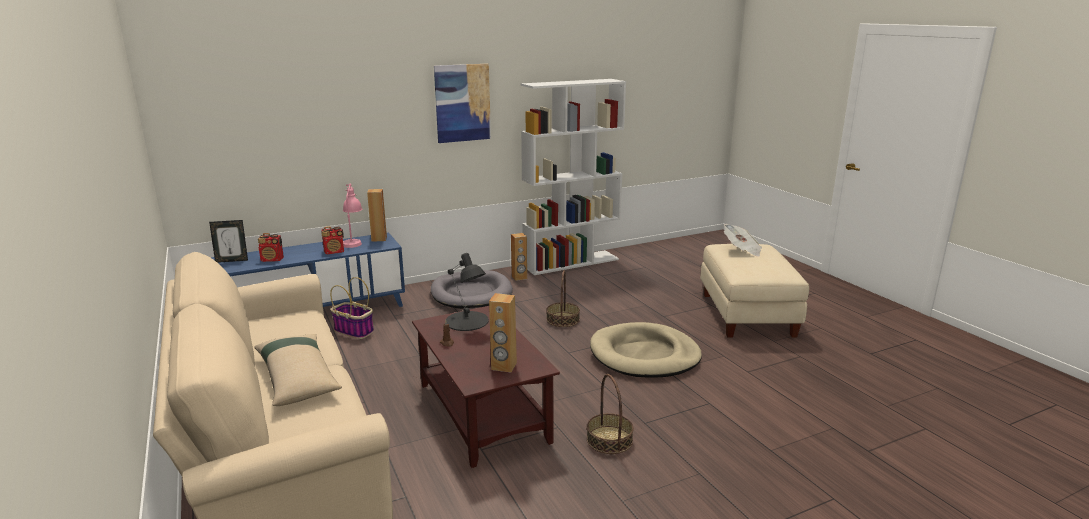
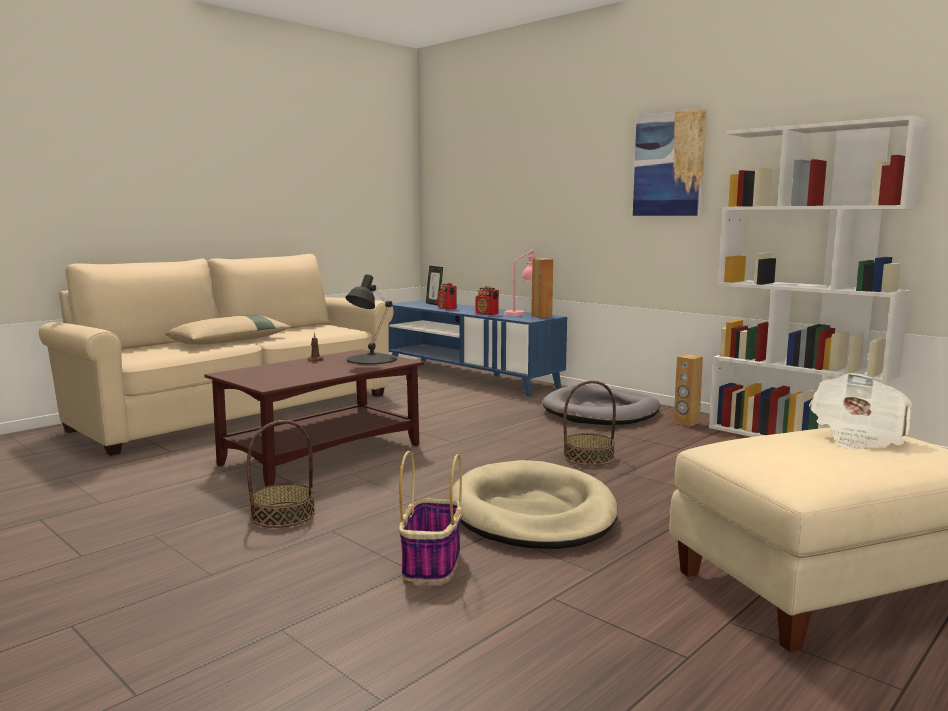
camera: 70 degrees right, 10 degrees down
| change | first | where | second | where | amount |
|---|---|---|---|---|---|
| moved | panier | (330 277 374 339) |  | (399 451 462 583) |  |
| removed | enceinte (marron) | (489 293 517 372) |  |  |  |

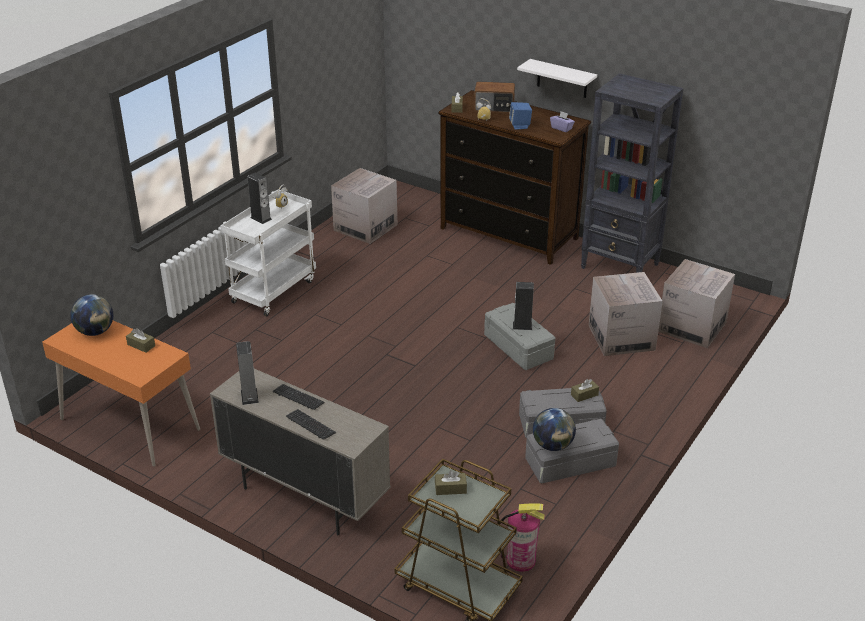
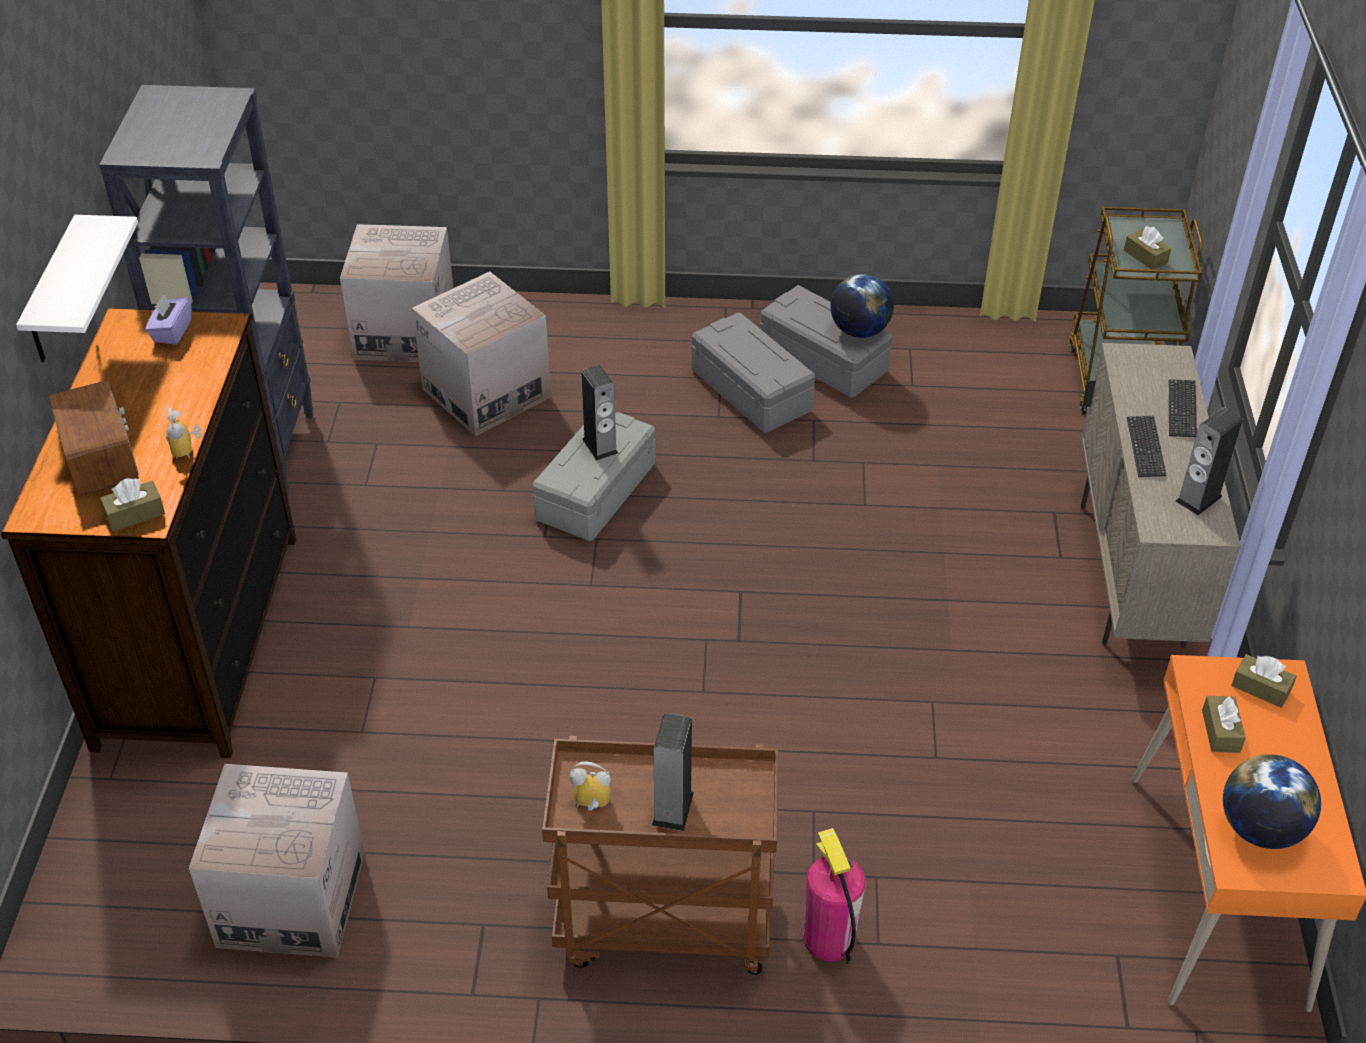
camera: 120 degrees left, 10 degrees up
| change | first | where | second | where | amount |
|---|---|---|---|---|---|
| recoloured | chariot (blanc) | (221 189 316 317) | chariot (marron) | (542 736 779 975) |  |
| moved | extincteur | (500 503 545 572) |  | (803 828 866 964) |  |
| removed | enceinte (bleu) | (509 102 532 130) |  |  |  |
| moved | boîte à mouchoirs (marron) | (571 379 599 402) |  | (1231 654 1296 708) |  |

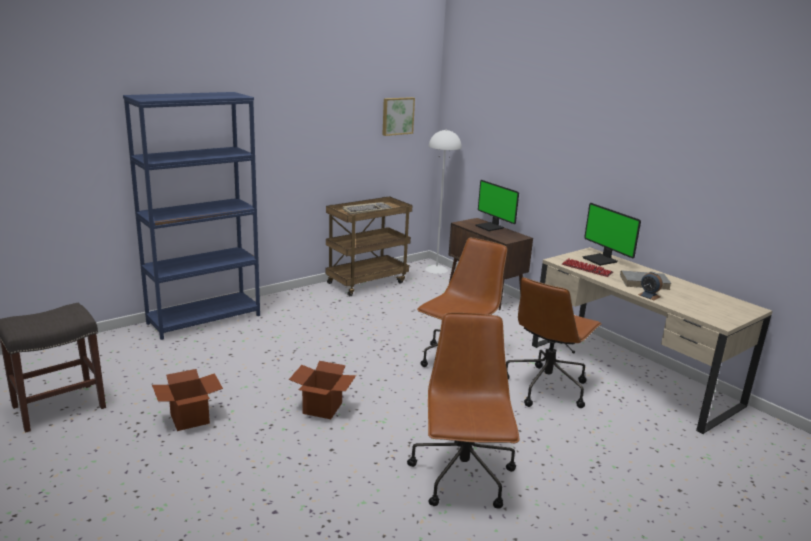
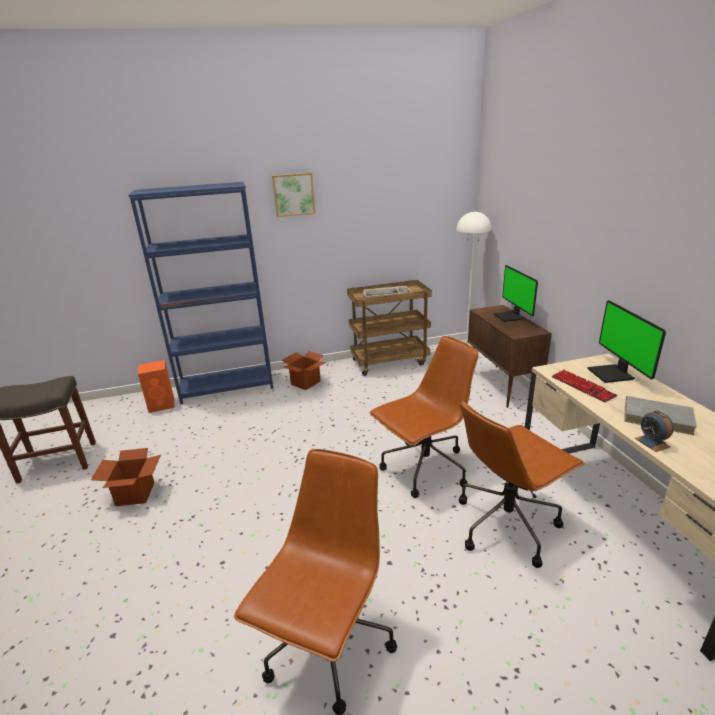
camera: 25 degrees right, 5 degrees up
| change | first | where | second | where | amount |
|---|---|---|---|---|---|
| moved | carton | (289 361 356 419) |  | (282 351 326 390) |  |
| moved | tableau | (382 97 415 136) |  | (272 173 315 217) |  |
| added |  |  | enceinte (orange) | (138 360 175 413) |  |

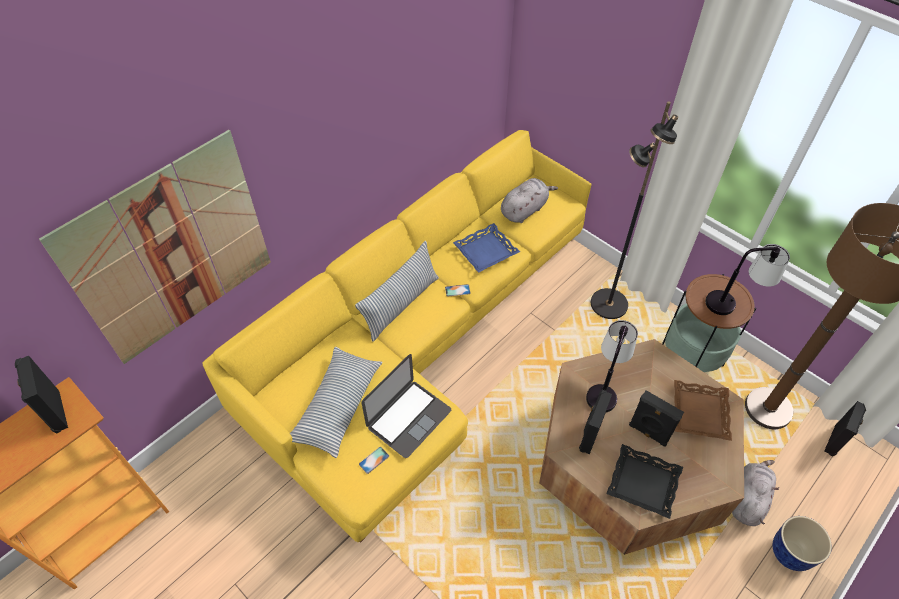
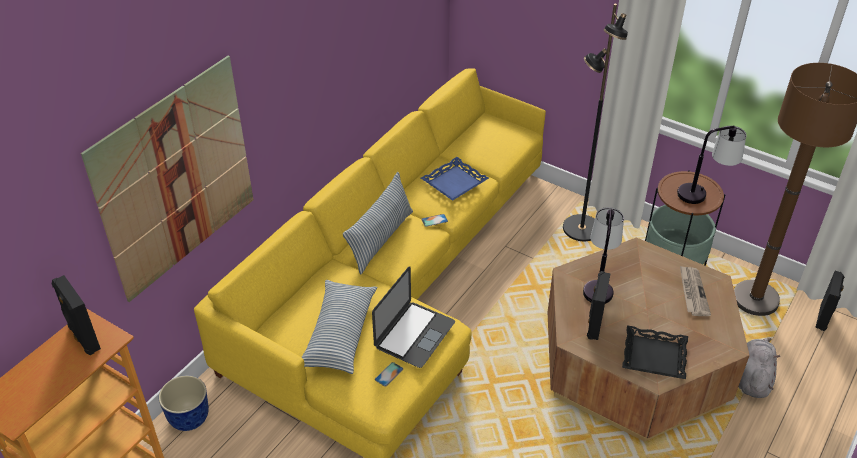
camera: 10 degrees left, 10 degrees down
| change | first | where | second | where | amount |
|---|---|---|---|---|---|
| removed | peluche (gris) | (501 178 558 223) |  |  |  |
| removed | enceinte (noir) | (629 390 684 447) |  |  |  |
| replaced | plateau (marron) | (674 380 732 441) | journal | (680 266 711 316) |  |
| moved | cache-pot | (773 516 832 571) |  | (159 375 209 431) |  |

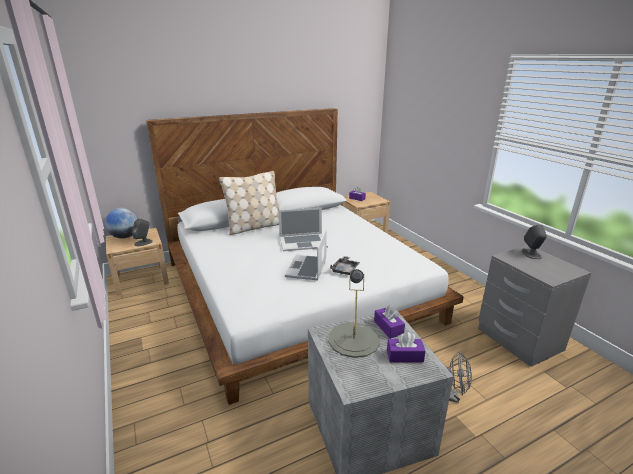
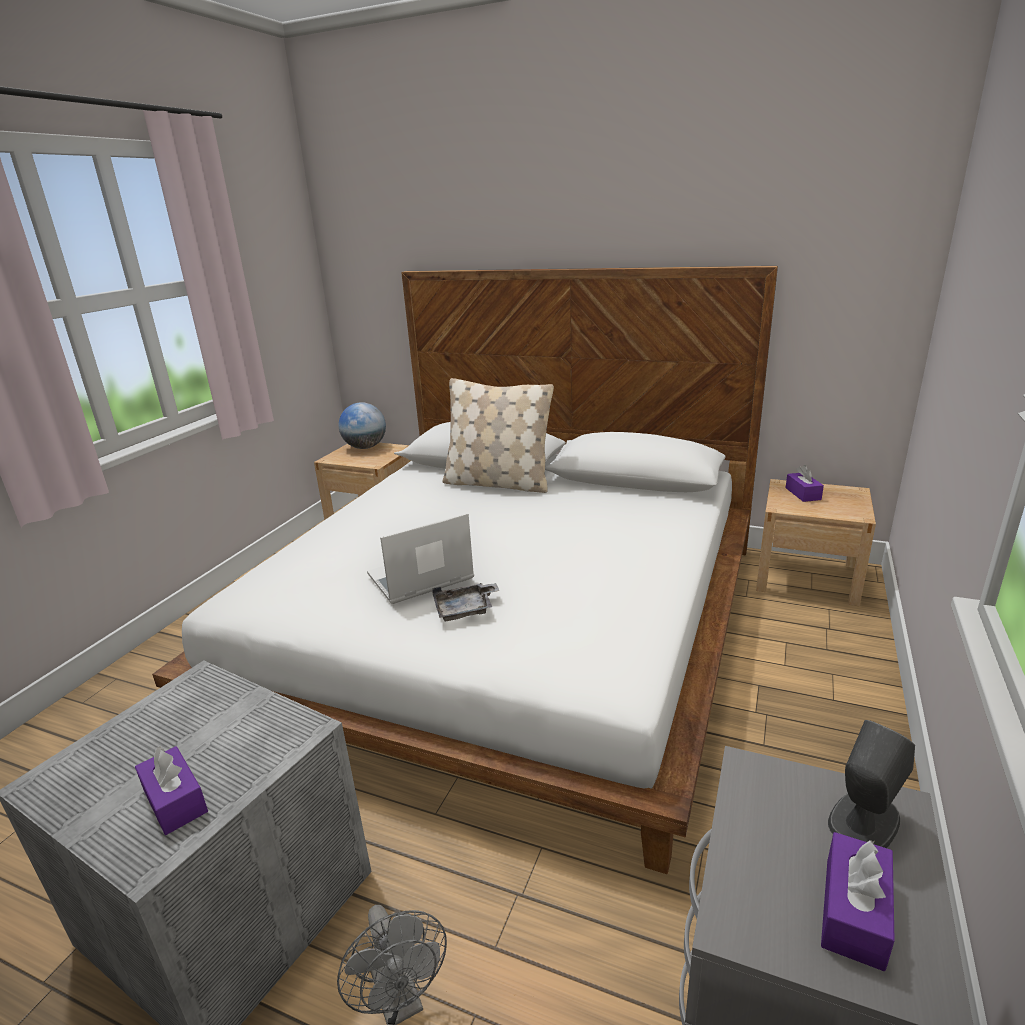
camera: 50 degrees right, 0 degrees up
| change | first | where | second | where | amount |
|---|---|---|---|---|---|
| removed | enceinte (gris) | (132 218 153 246) |  |  |  |
| removed | ordinateur portable | (278 208 328 251) |  |  |  |
| removed | lampe de table (gris) | (328 269 380 358) |  |  |  |
| moved | boîte à mouchoirs (violet) | (374 305 405 339) |  | (821 832 895 971) |  |

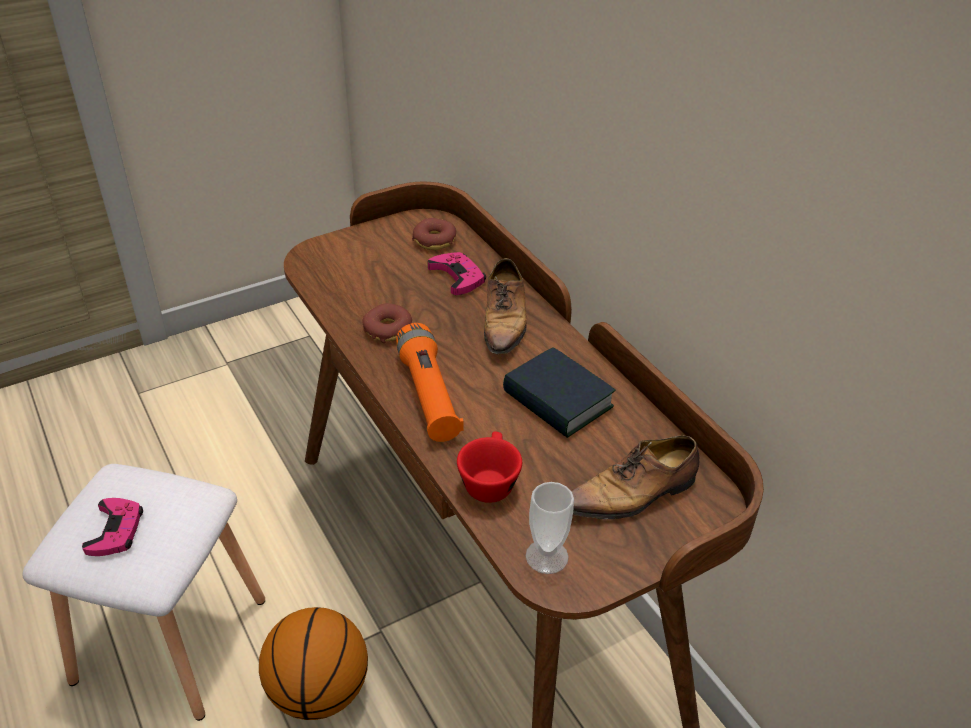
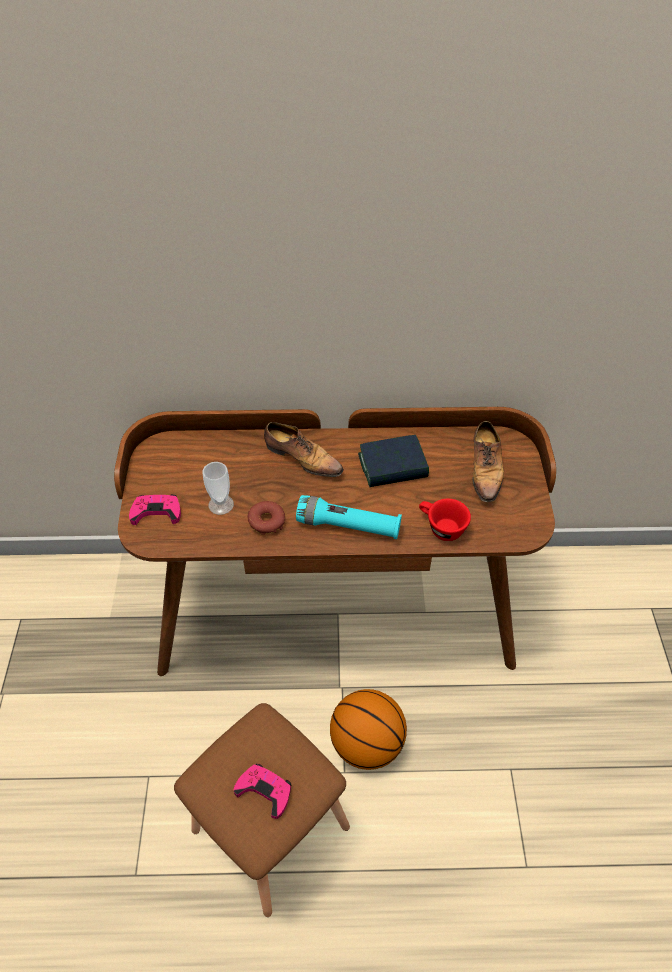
camera: 60 degrees left, 10 degrees up
| change | first | where | second | where | amount |
|---|---|---|---|---|---|
| recoloured | tabouret (blanc) | (22 464 265 721) | tabouret (marron) | (174 703 350 917) |  |
| recoloured | lampe de poche (orange) | (396 323 464 442) | lampe de poche (turquoise) | (296 495 402 539) |  |
| removed | beignet | (412 218 456 250) |  |  |  |
| moved | manette (rose) | (428 252 486 295) |  | (129 494 181 525) |  |
| moved | tasse | (526 482 574 574) |  | (203 462 234 515) |  |

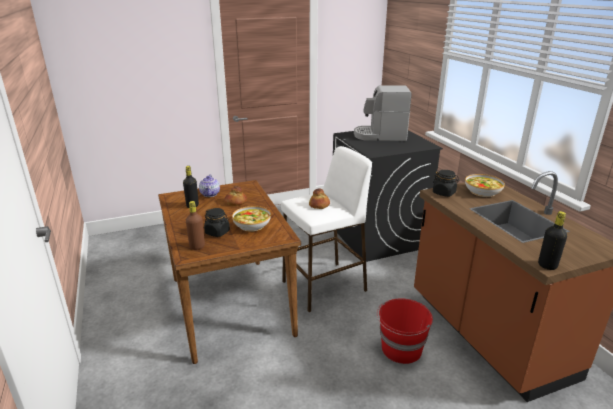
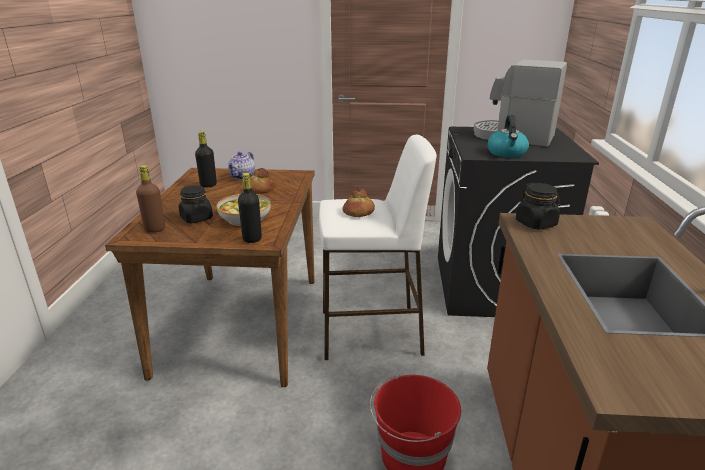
camera: 25 degrees right, 0 degrees up
| change | first | where | second | where | amount |
|---|---|---|---|---|---|
| removed | bol | (465 174 505 197) |  |  |  |
| moved | bouteille (noir) | (538 211 567 270) |  | (238 173 262 243) |  |
| added |  |  | bouilloire | (488 115 529 158) |  |

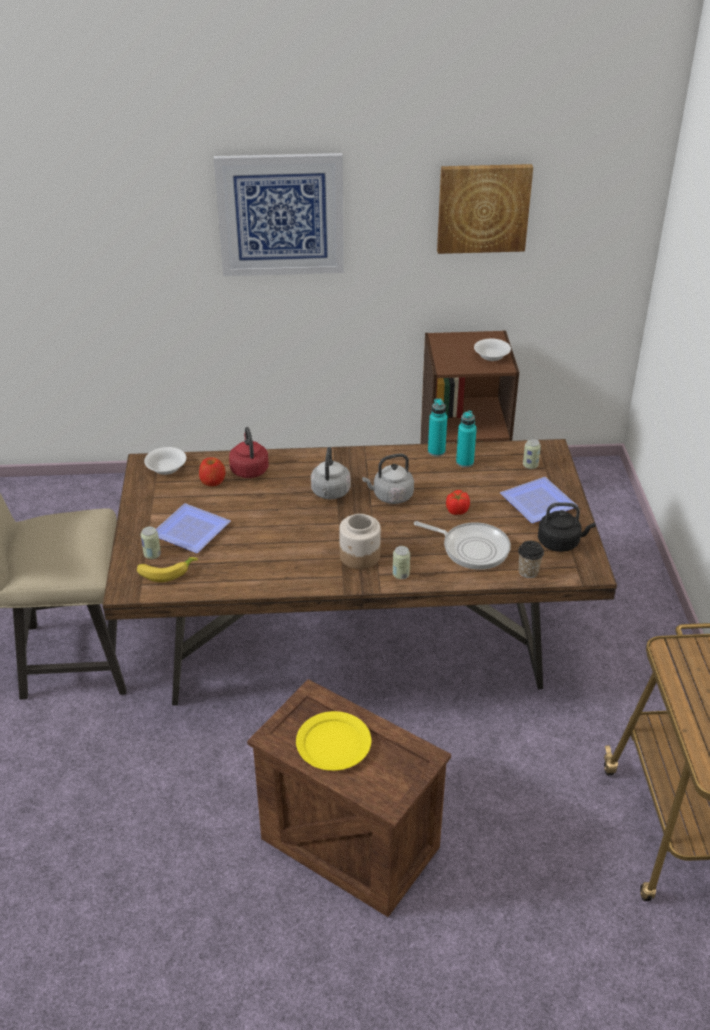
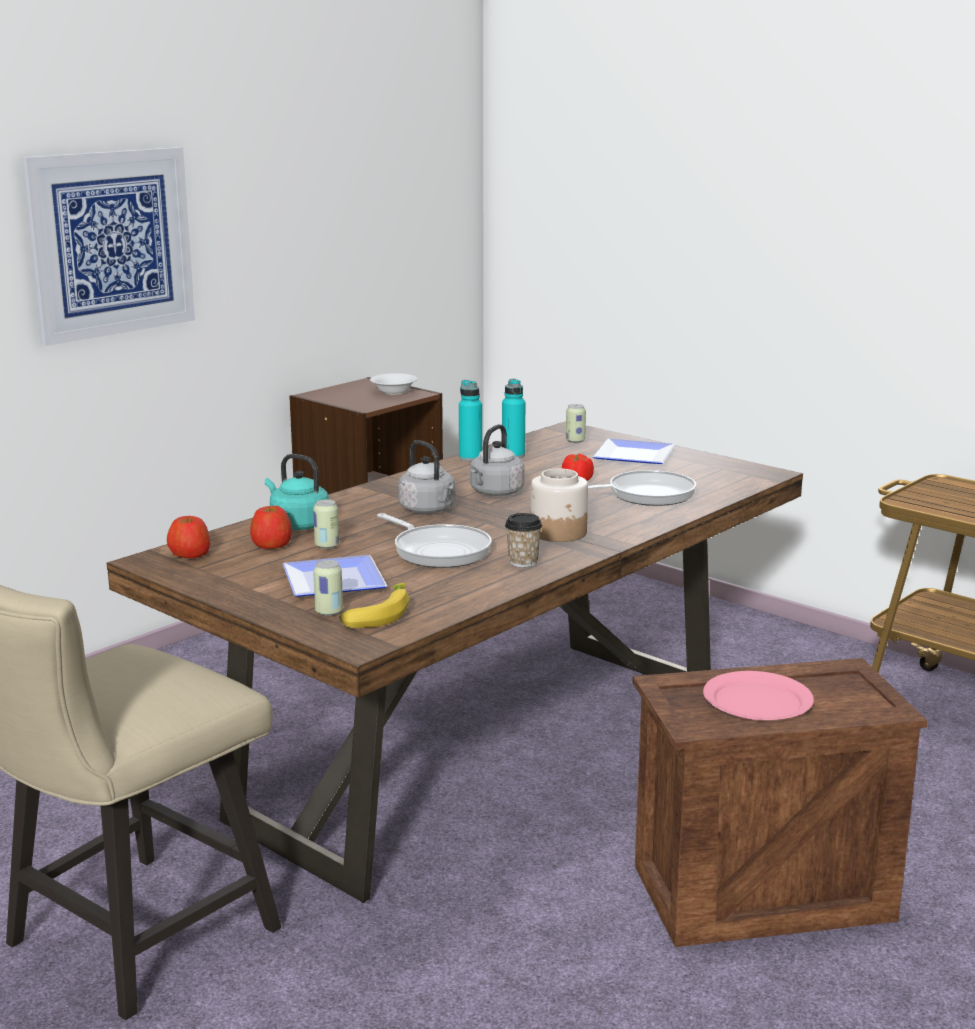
camera: 45 degrees left, 20 degrees down
| change | first | where | second | where | amount |
|---|---|---|---|---|---|
| replaced | bol (blanc) | (144 447 186 475) | pomme | (167 516 211 558) |  |
| recoloured | bouilloire (rouge) | (229 427 269 478) | bouilloire (turquoise) | (265 454 329 530) |  |
| recoloured | assiette (jaune) | (296 711 371 771) | assiette (rose) | (703 671 814 721) |  |
| moved | boîte métallique | (393 546 410 579) |  | (313 499 339 549) |  |
| removed | tableau | (437 164 533 254) |  |  |  |
| moved | tasse | (518 541 544 578) |  | (505 513 542 567) |  |
| removed | bouilloire (noir) | (538 502 596 552) |  |  |  |
| added |  |  | poêle | (377 513 492 568) |  |

